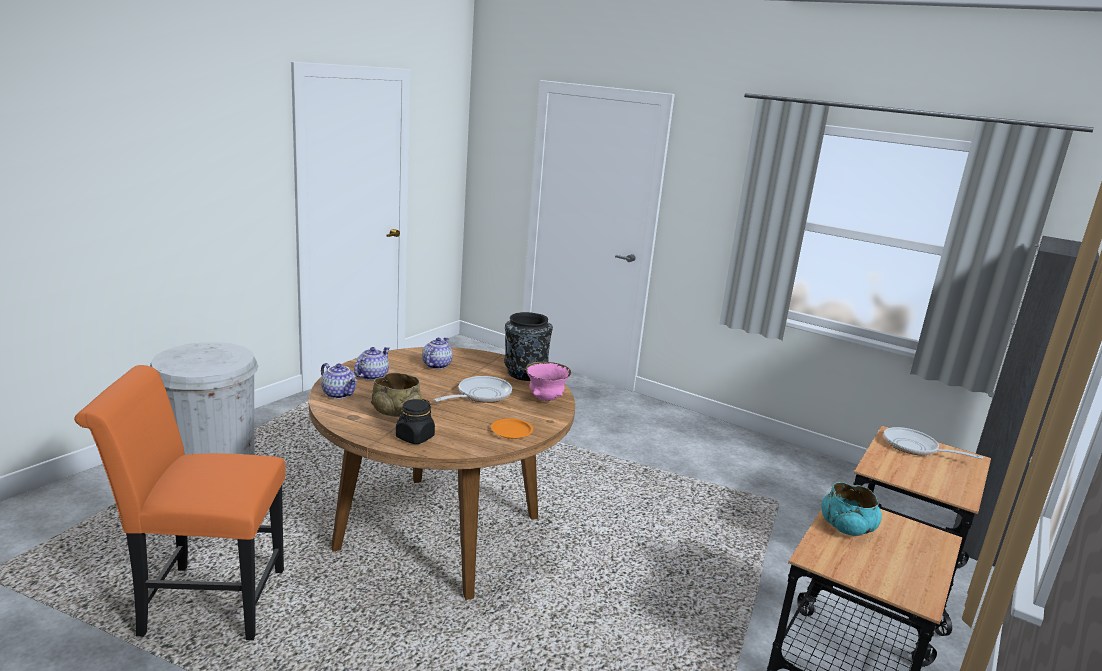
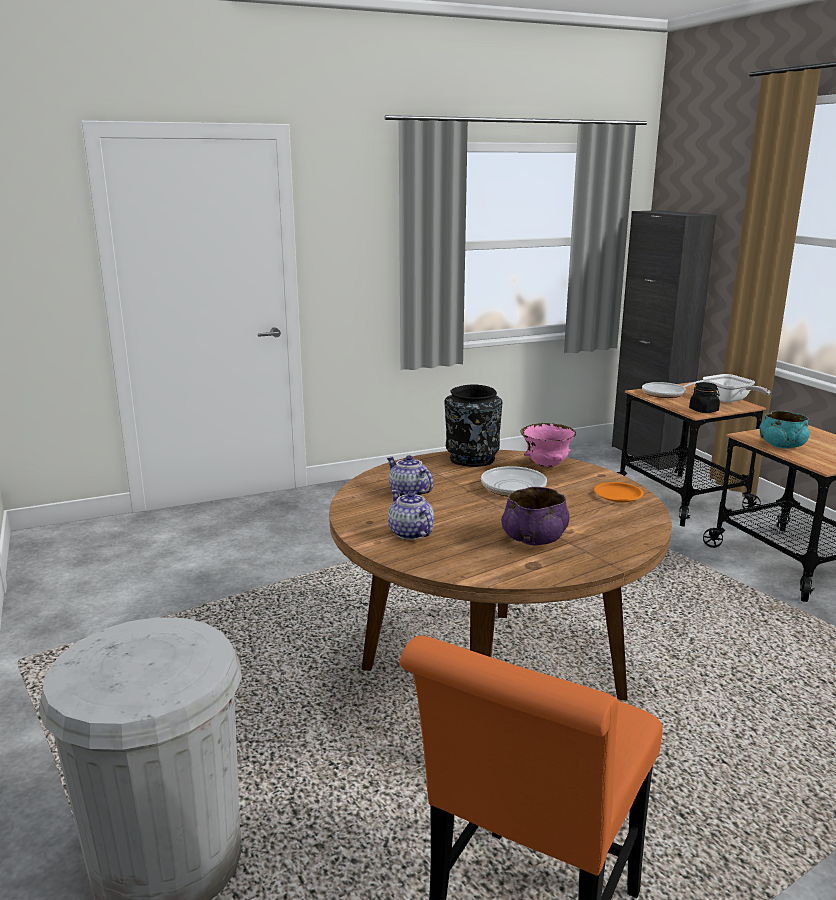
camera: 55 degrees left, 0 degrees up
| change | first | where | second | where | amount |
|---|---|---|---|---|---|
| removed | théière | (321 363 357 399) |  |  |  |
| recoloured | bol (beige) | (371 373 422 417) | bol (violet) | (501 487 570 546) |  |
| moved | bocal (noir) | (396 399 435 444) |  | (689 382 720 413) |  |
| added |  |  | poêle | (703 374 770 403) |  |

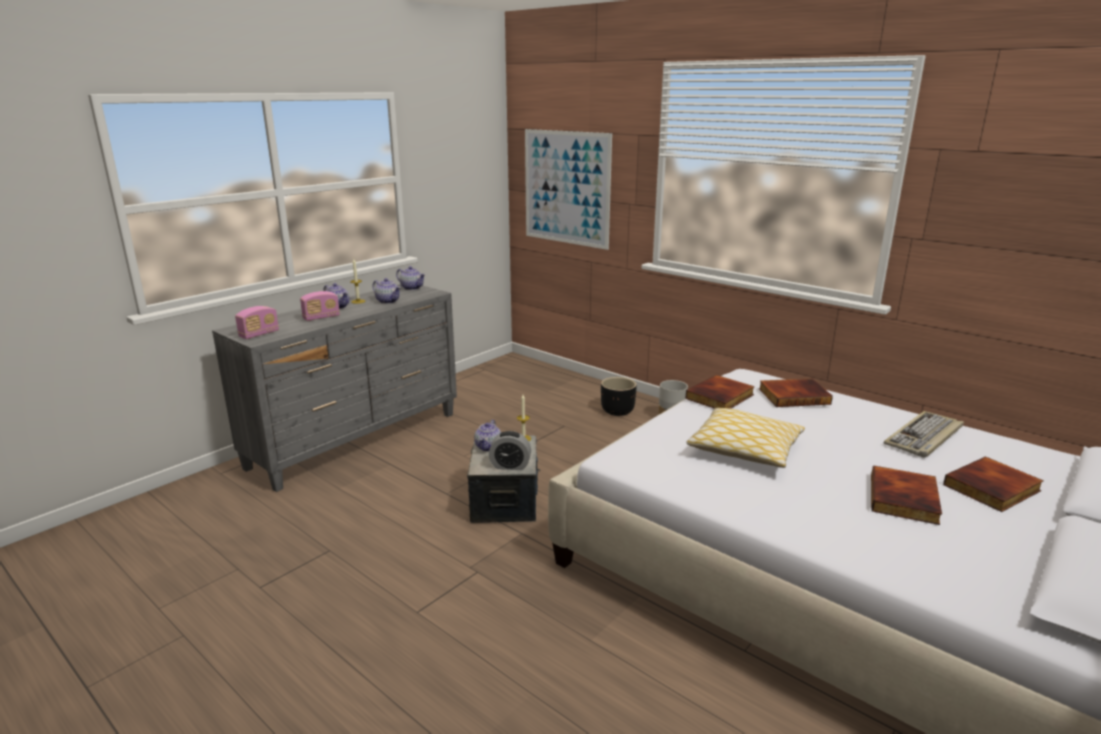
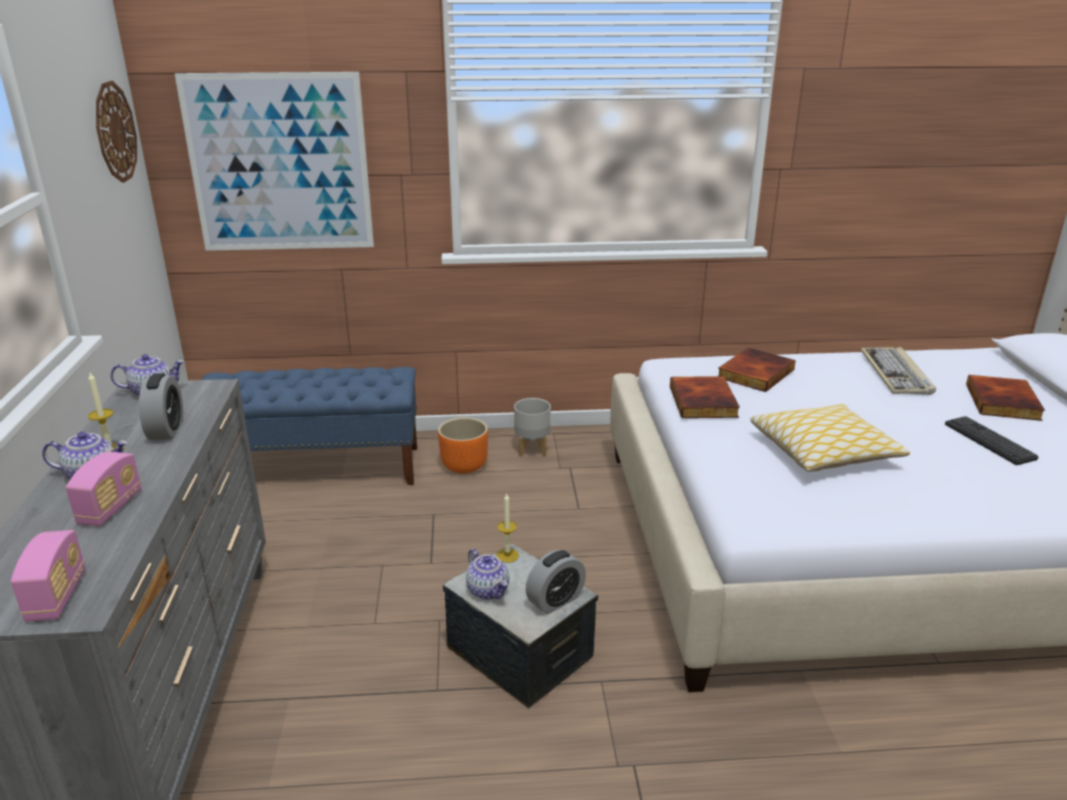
camera: 45 degrees left, 5 degrees up
| change | first | where | second | where | amount |
|---|---|---|---|---|---|
| replaced | théière | (373 278 401 304) | réveil | (139 373 183 440) |  |
| recoloured | cache-pot (noir) | (601 377 637 416) | cache-pot (orange) | (438 417 488 474) |  |
| replaced | livre | (871 465 942 525) | clavier | (945 416 1039 465) |  |
| added |  |  | horloge murale | (96 81 137 183) |  |
| added |  |  | banc (bleu) | (201 367 417 485) |  |

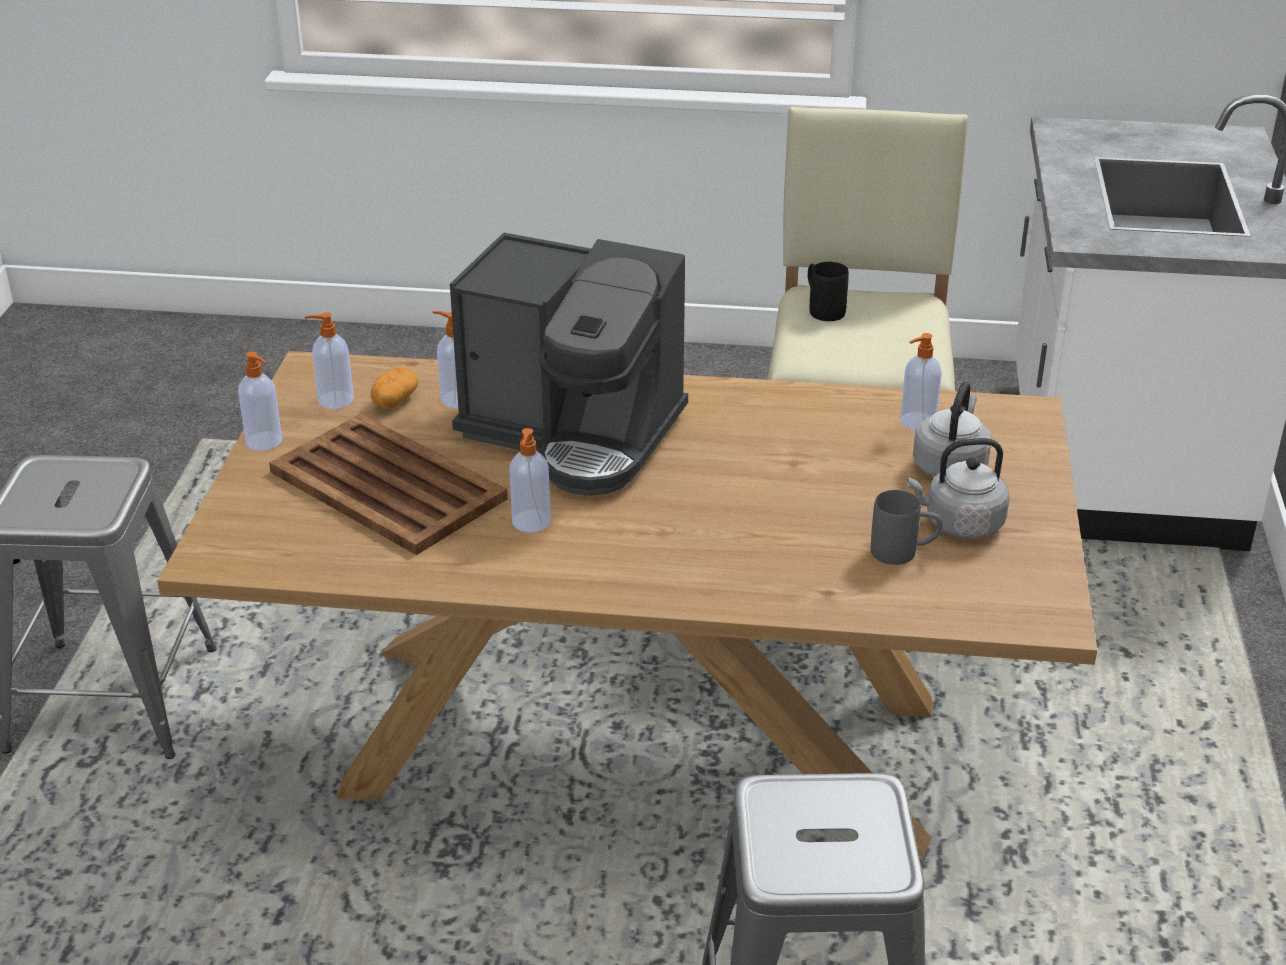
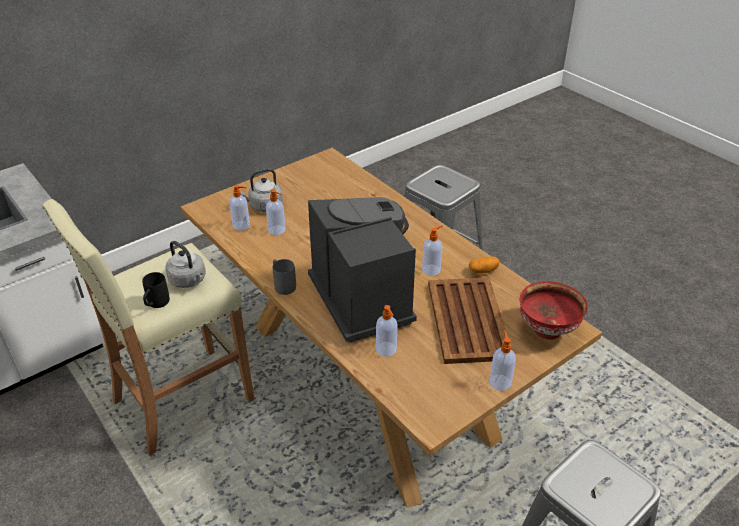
camera: 135 degrees left, 5 degrees up
| change | first | where | second | where | amount |
|---|---|---|---|---|---|
| moved | distributeur de savon | (305 312 354 409) |  | (266 189 286 235) |  |
| moved | pomme de terre | (371 366 418 409) |  | (469 256 500 274) |  |
| moved | mug (gris) | (871 490 943 565) |  | (273 259 296 295) |  |
| moved | bouilloire (gris) | (906 438 1010 538) |  | (165 241 206 288) |  |
| added |  |  | bol (rouge) | (520 281 588 340) |  |

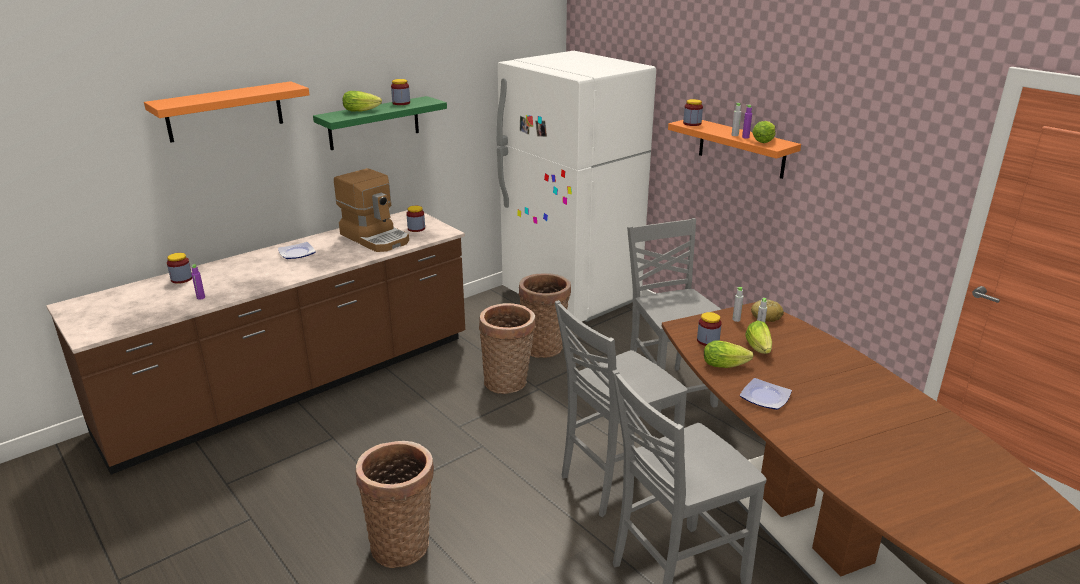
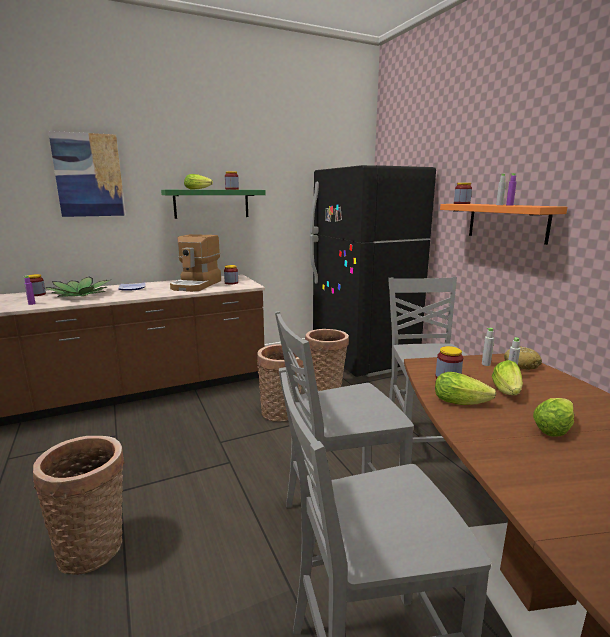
camera: 15 degrees right, 10 degrees down
| change | first | where | second | where | amount |
|---|---|---|---|---|---|
| replaced | étagère (orange) | (144 81 309 143) | tableau | (48 131 126 217) |  |
| turned | machine à café | (334 168 409 252) |  | (170 234 221 292) | 45 degrees clockwise |
| recoloured | réfrigérateur (blanc) | (497 51 656 322) | réfrigérateur (noir) | (310 165 436 377) |  |
| removed | assiette | (740 378 792 410) |  |  |  |
| moved | laitue | (752 121 775 143) |  | (533 398 574 437) |  |
| added |  |  | plante en pot | (45 277 110 297) |  |

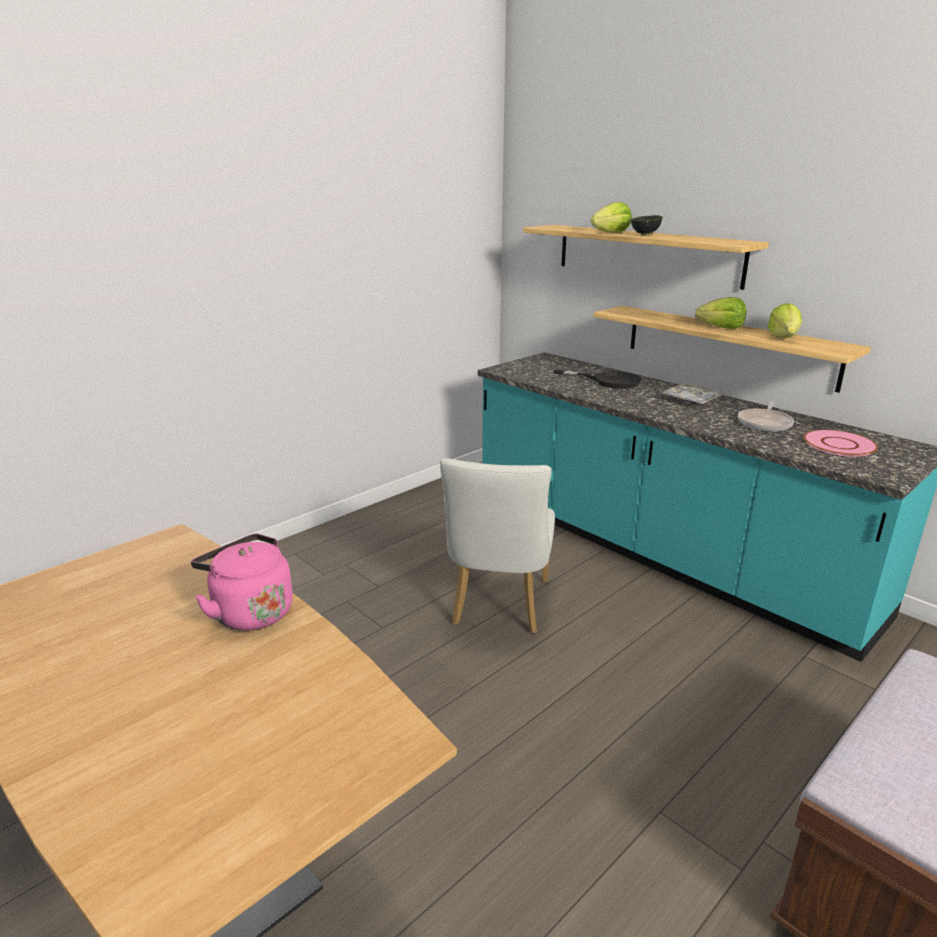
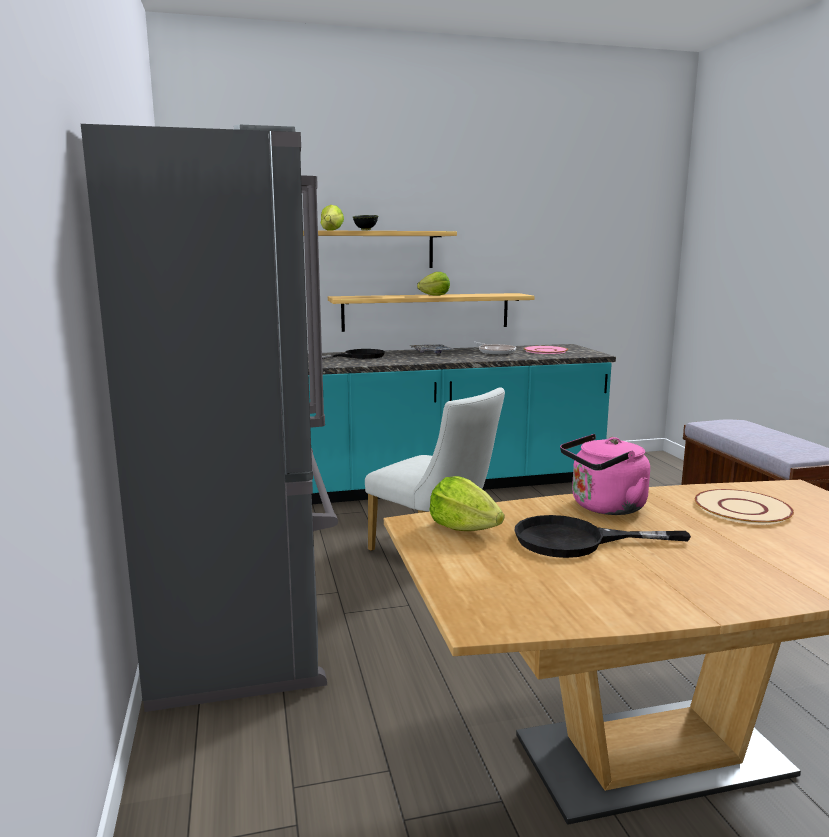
camera: 60 degrees left, 10 degrees down
| change | first | where | second | where | amount |
|---|---|---|---|---|---|
| moved | laitue | (767 303 802 338) |  | (430 476 504 531) |  |
| added |  |  | réfrigérateur (gris) | (81 124 338 712) |  |
| added |  |  | poêle (noir) | (515 515 691 558) |  |
| added |  |  | assiette (beige) | (695 489 794 525) |  |

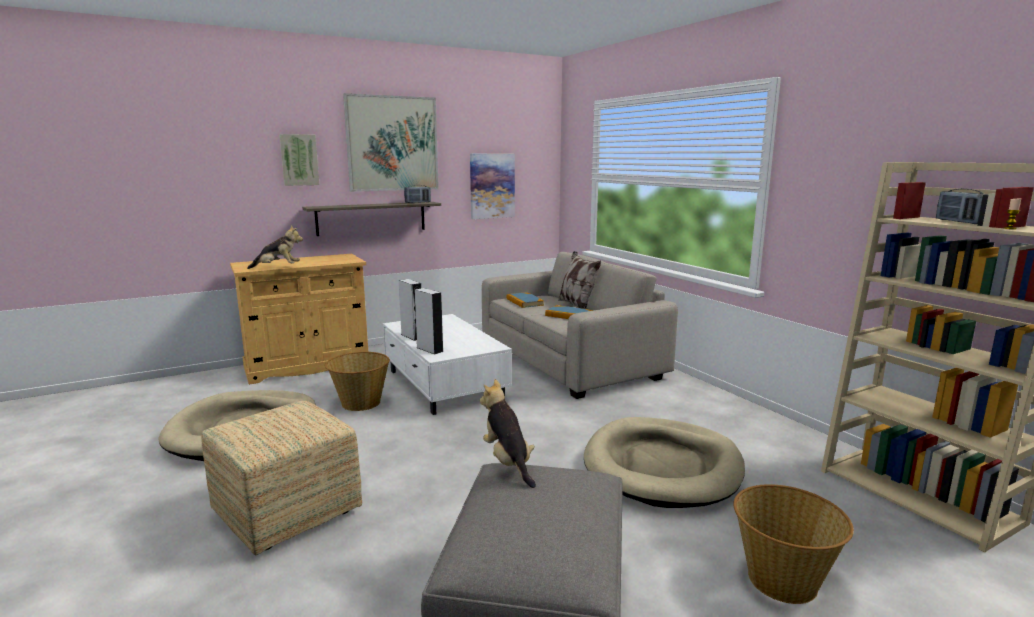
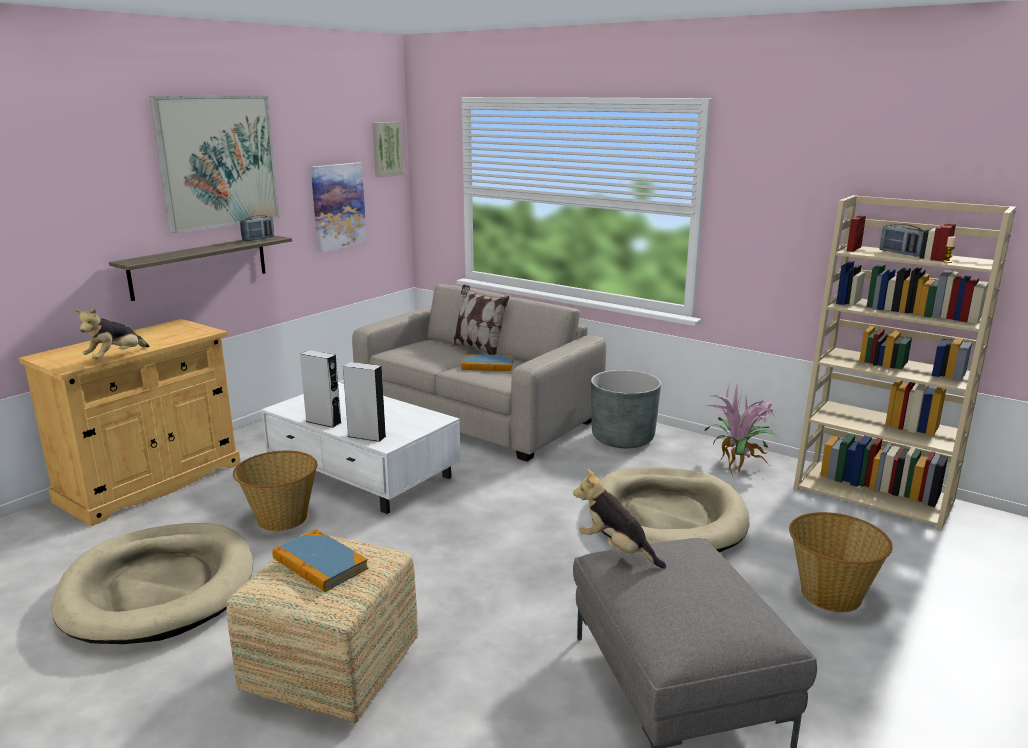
camera: 25 degrees left, 5 degrees up
| change | first | where | second | where | amount |
|---|---|---|---|---|---|
| turned | peluche | (247 226 303 269) |  | (75 307 149 359) | 150 degrees clockwise |
| moved | tableau | (279 134 320 186) |  | (372 122 404 177) |  |
| moved | livre | (507 292 544 308) |  | (272 530 368 592) |  |
| added |  |  | cache-pot (gris) | (591 370 661 448) |  |
| added |  |  | plante en pot | (704 381 777 477) |  |

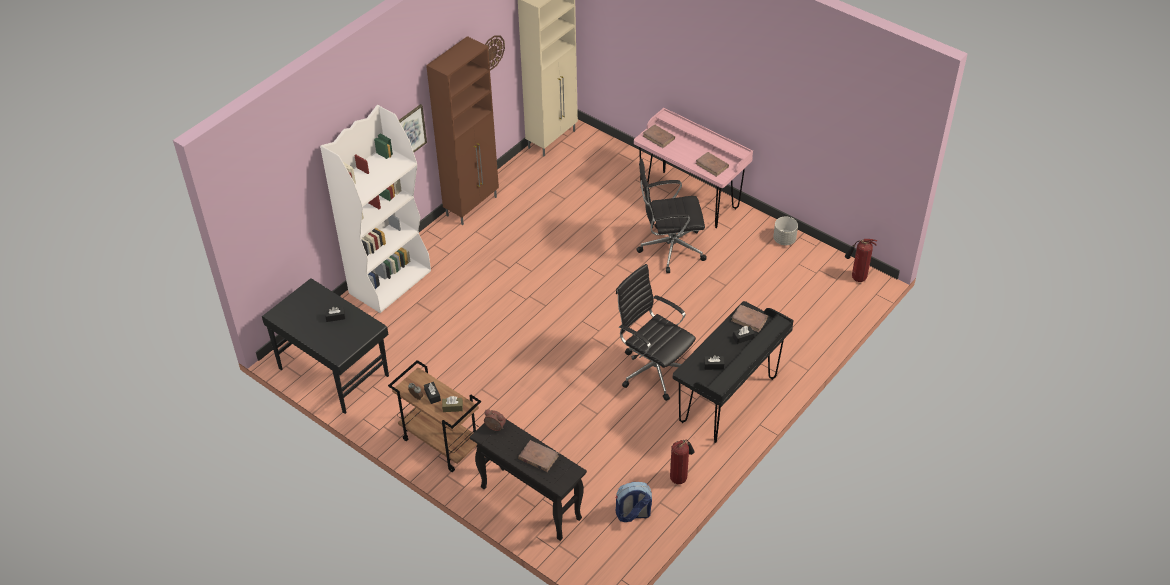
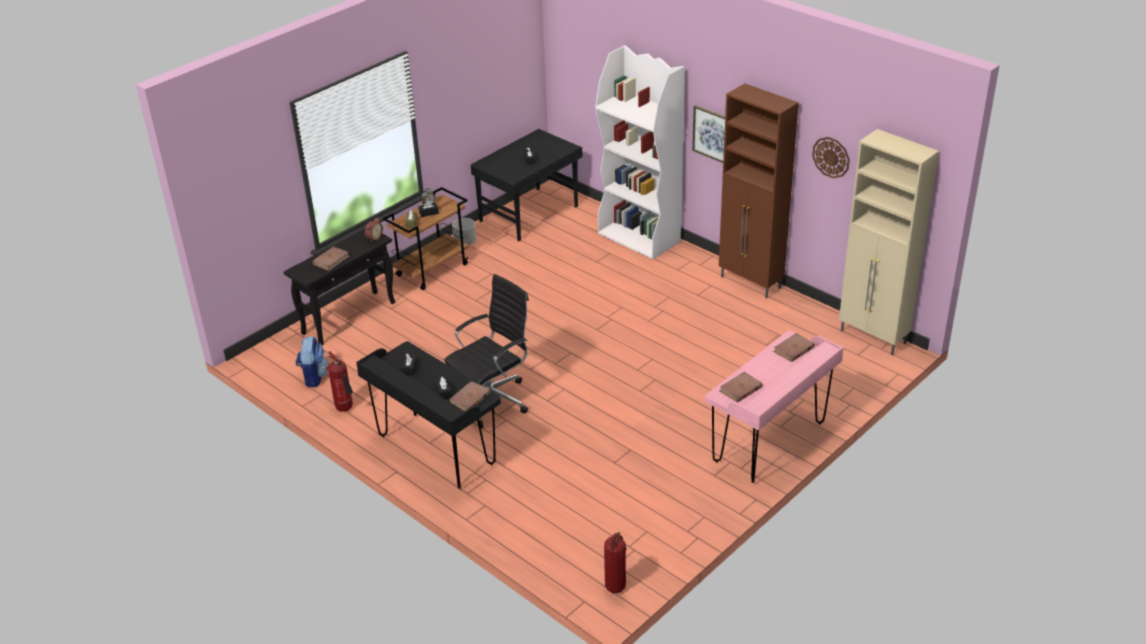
camera: 95 degrees right, 10 degrees down
| change | first | where | second | where | amount |
|---|---|---|---|---|---|
| removed | chaise de bureau (noir) | (636 159 707 273) |  |  |  |
| moved | cache-pot (gris) | (773 217 798 245) |  | (452 218 477 245) |  |

